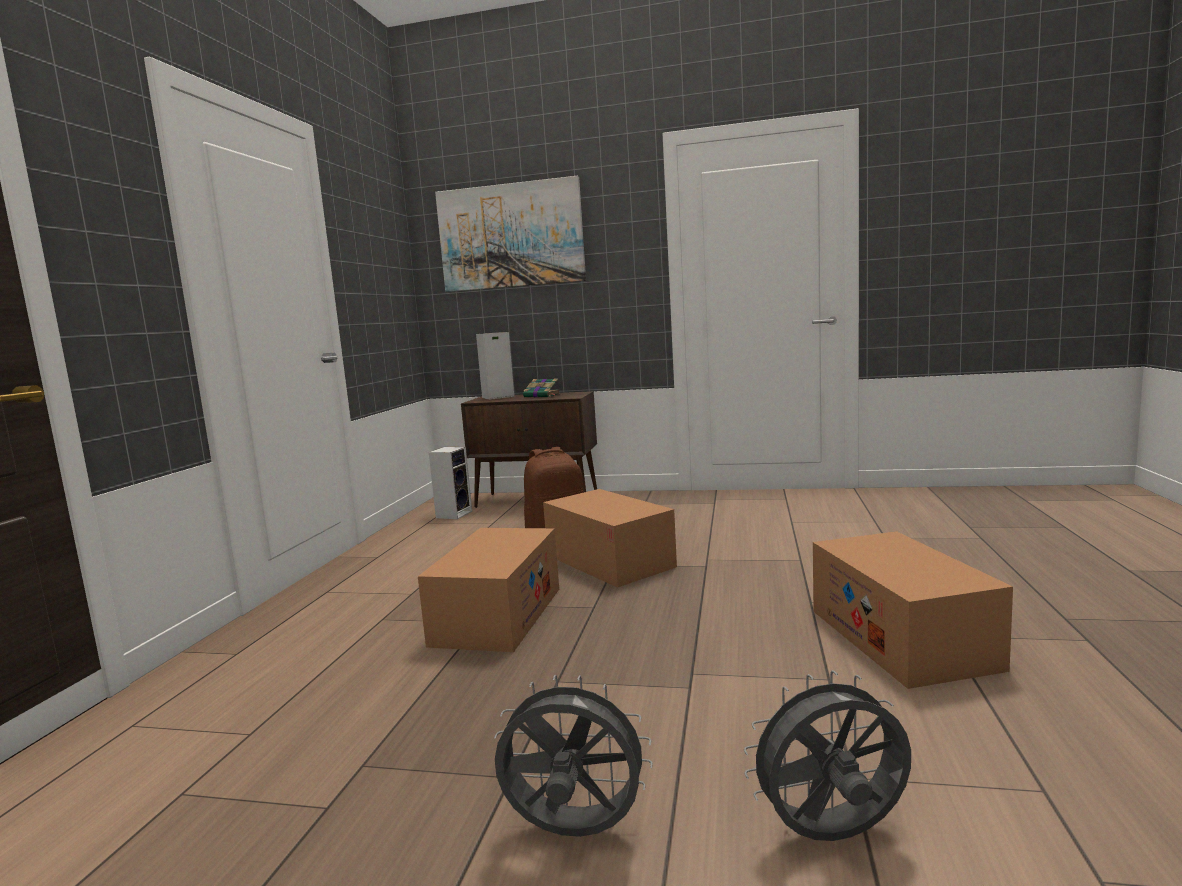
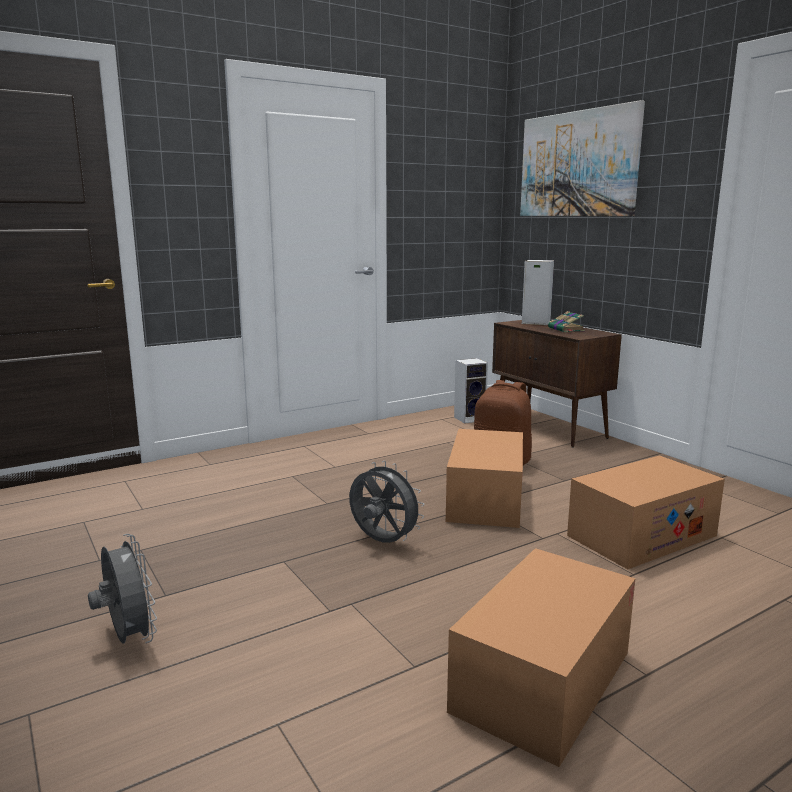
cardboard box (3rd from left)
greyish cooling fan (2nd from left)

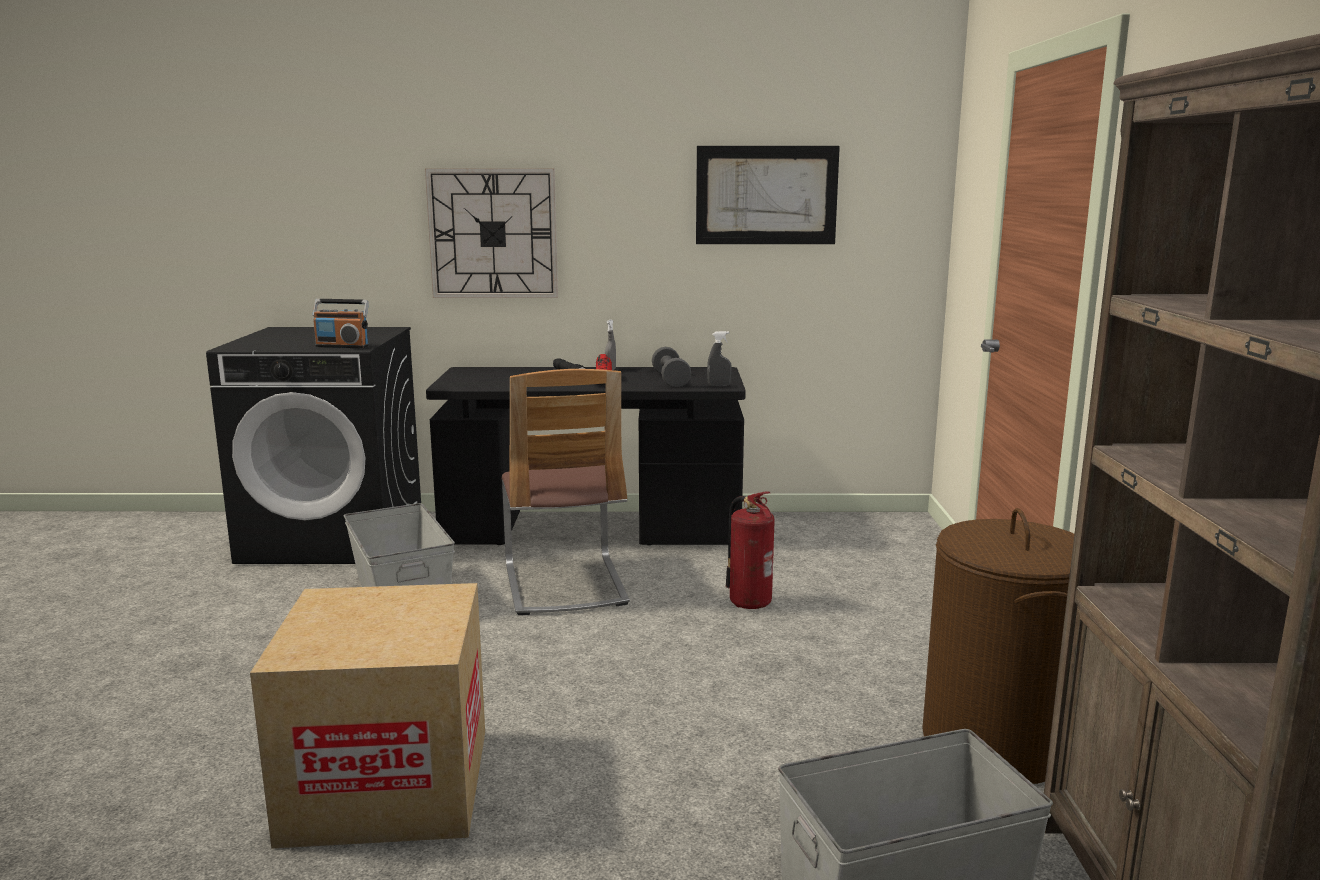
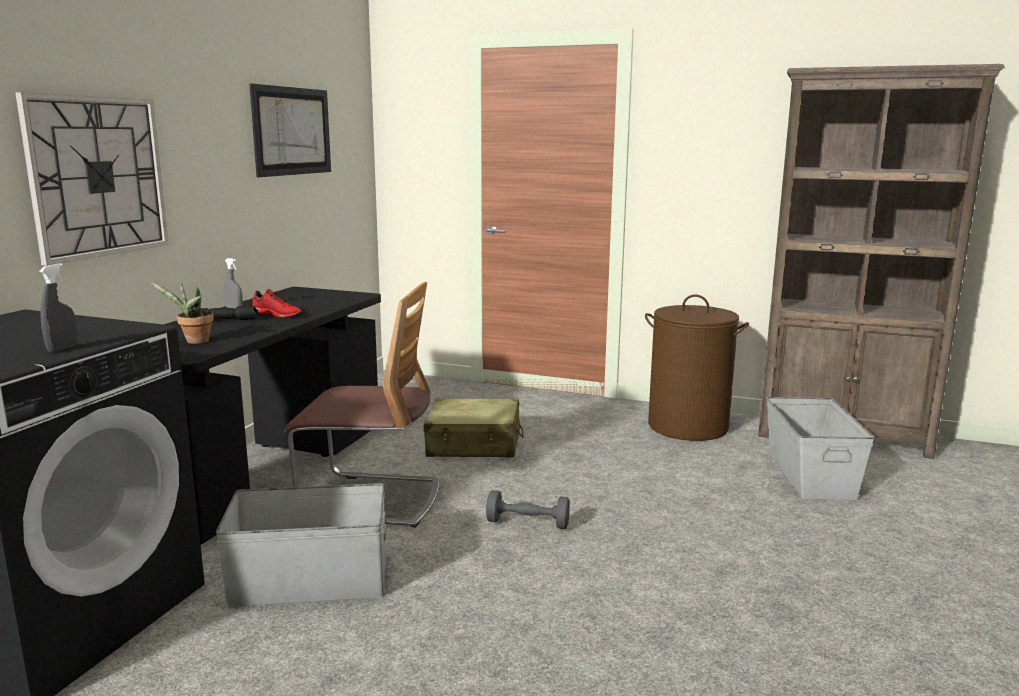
cardboard box
radio receiver
potted plant
greyish free weight
greyish spray bottle (1st from left)
beige-coloured suitcase

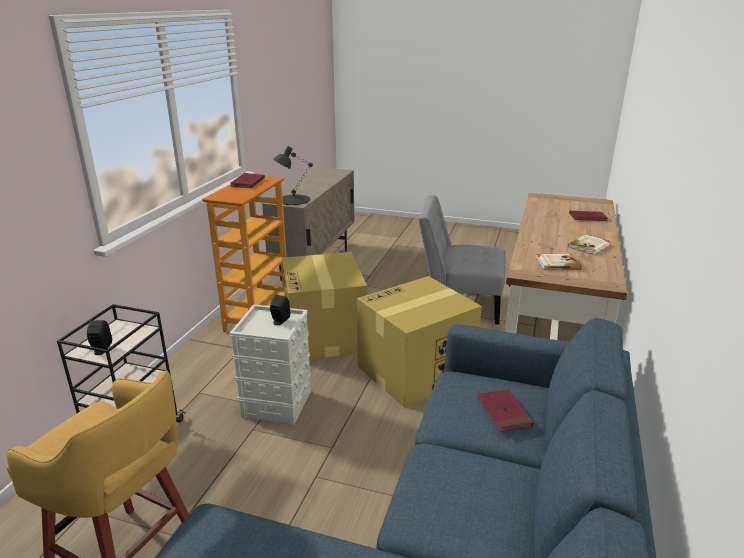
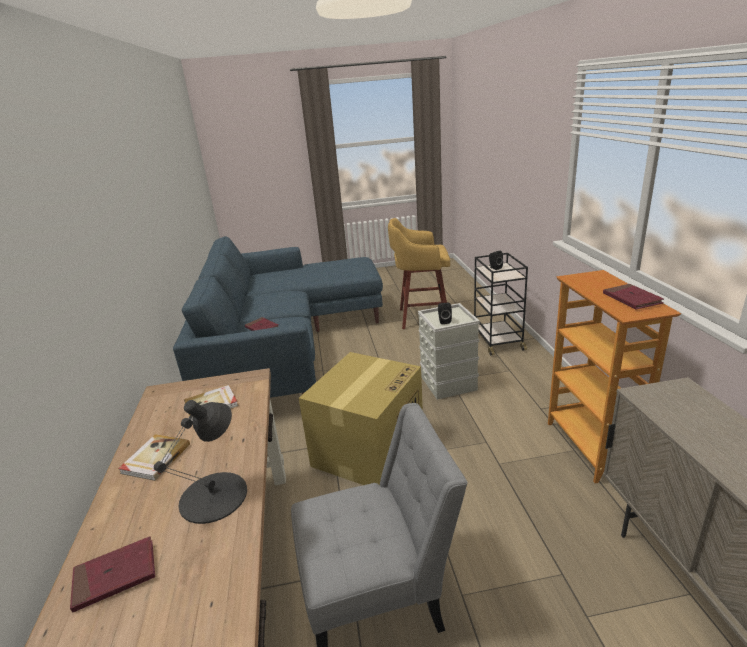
cardboard box (1st from left in the first image)
black table lamp

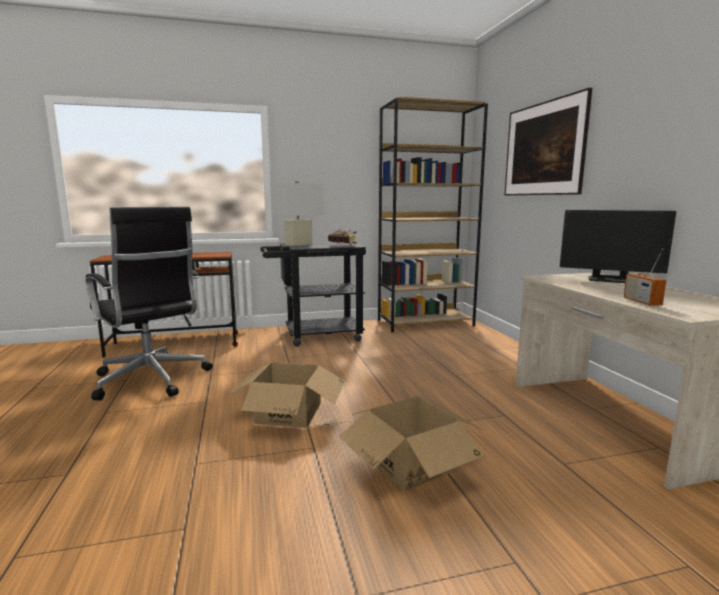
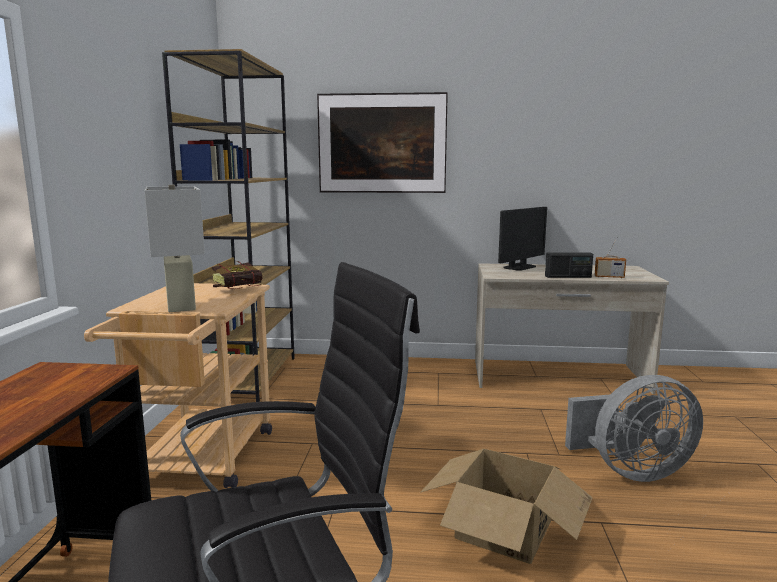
radio receiver (1st from left)
greyish cooling fan
beige-coloured trolley

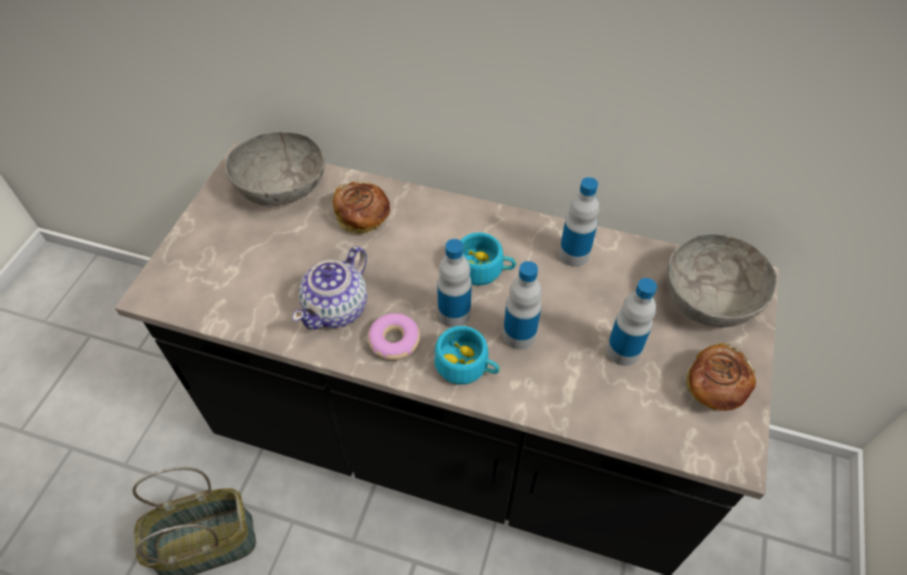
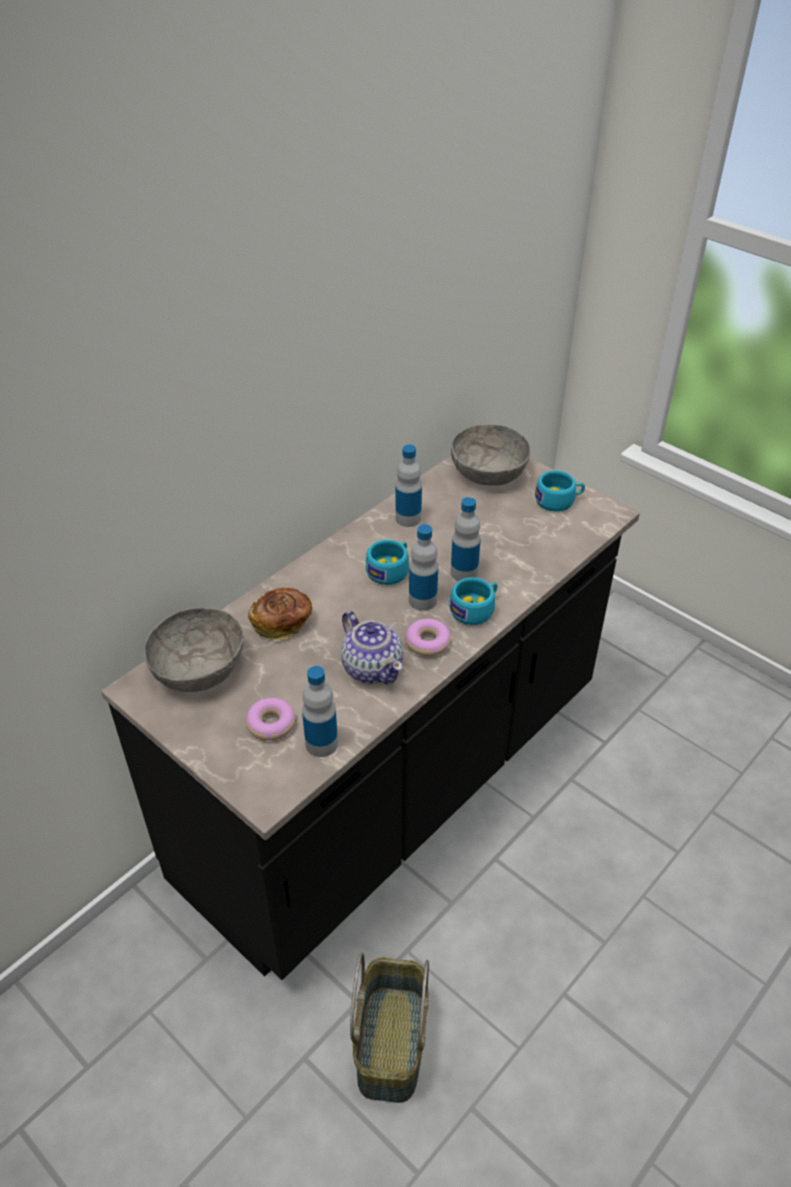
donut (1st from left)
beverage bottle (1st from left)
turquoise drinking cup (3rd from left)

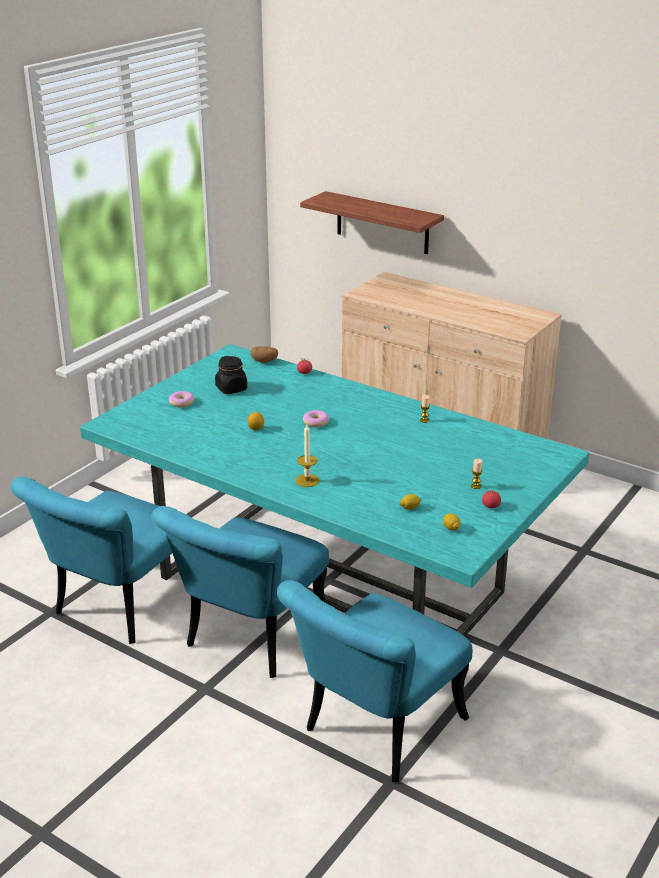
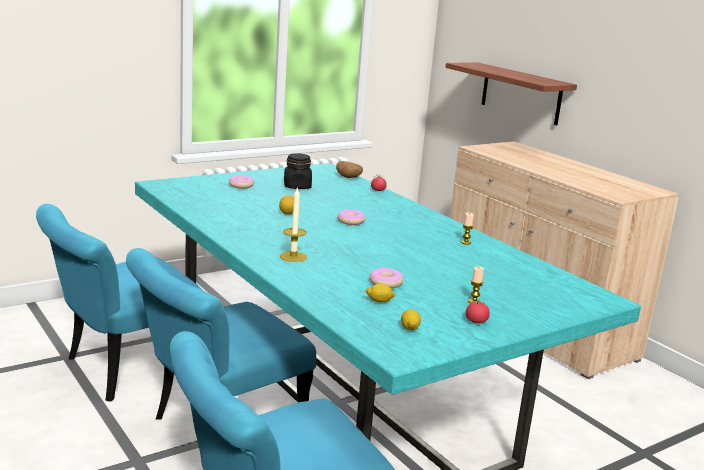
donut (3rd from left)

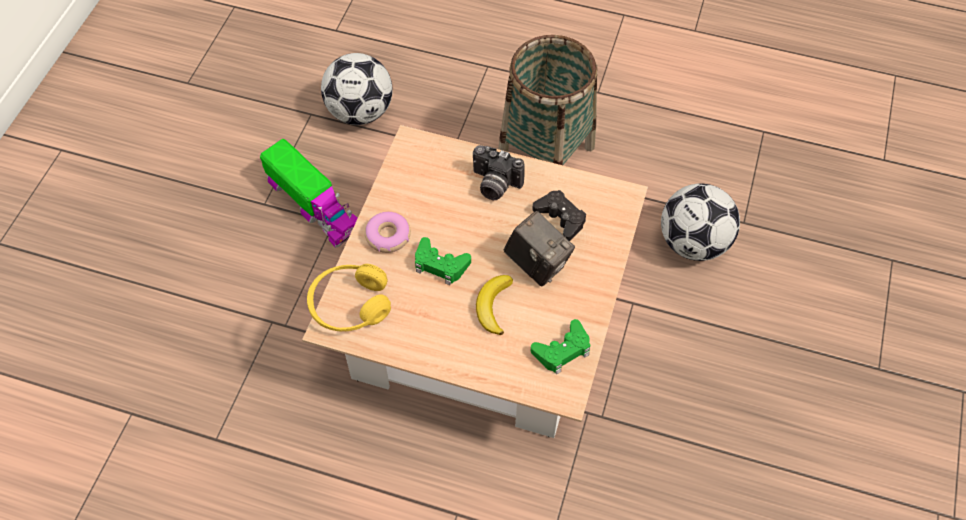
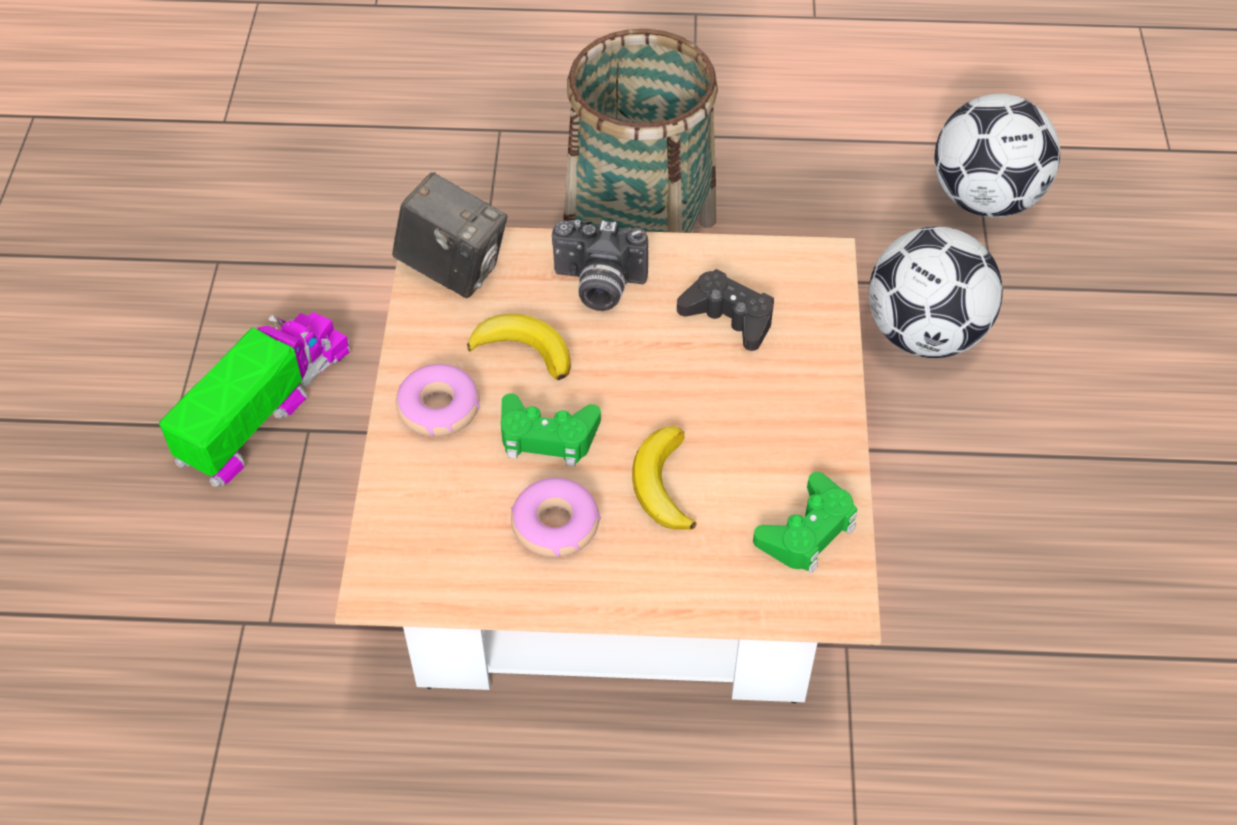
yellow-coloured headset
banana fruit (1st from left)
donut (2nd from left)
football (2nd from left)
photo camera (1st from left)
toy lorry

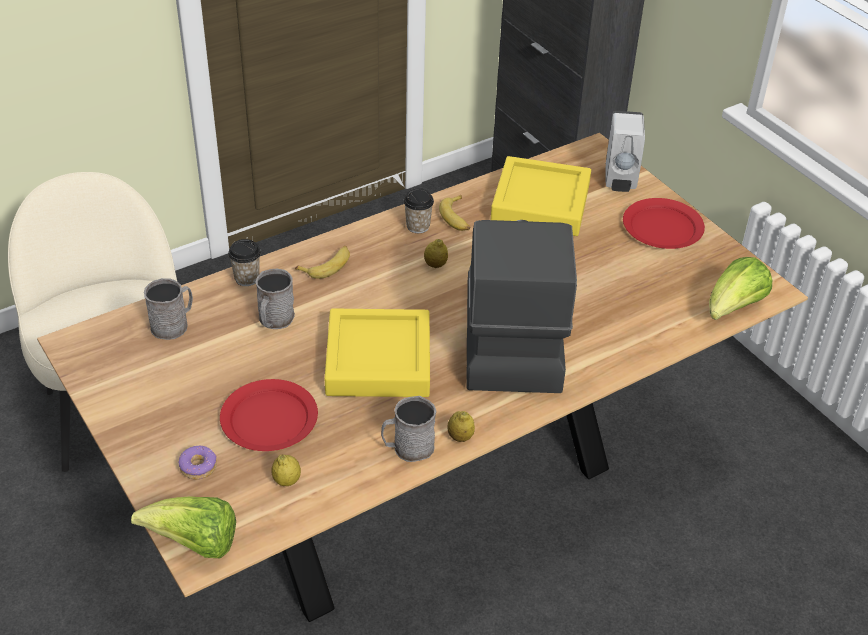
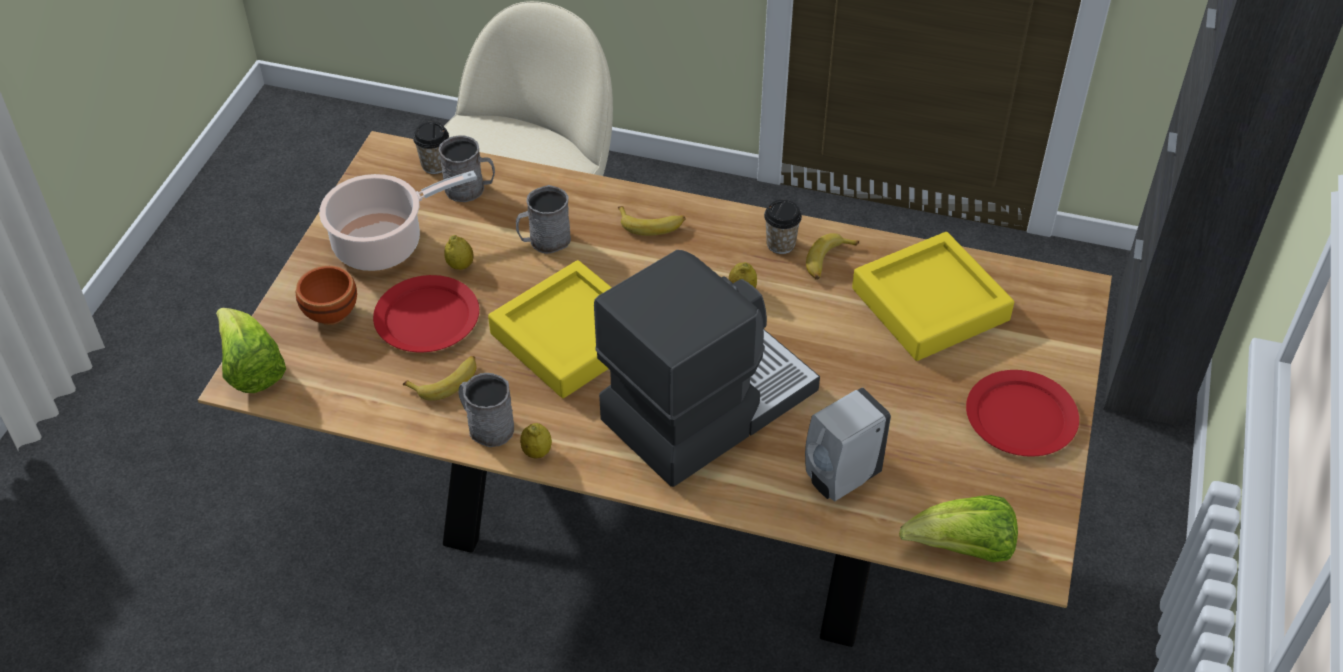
saucepot
banana fruit (1st from left)
drinking cup (1st from left)
lemon (1st from left)
white liquid soap bottle
brown serving bowl

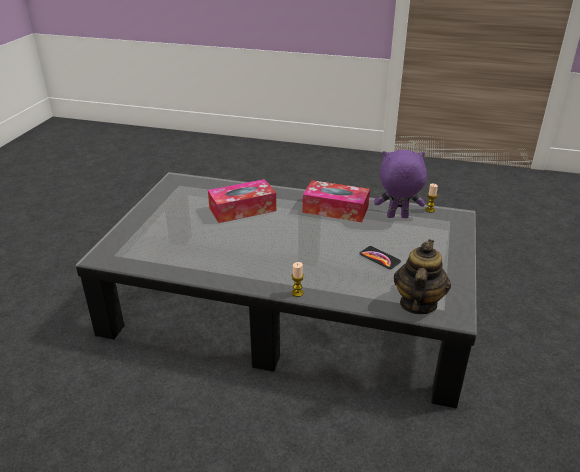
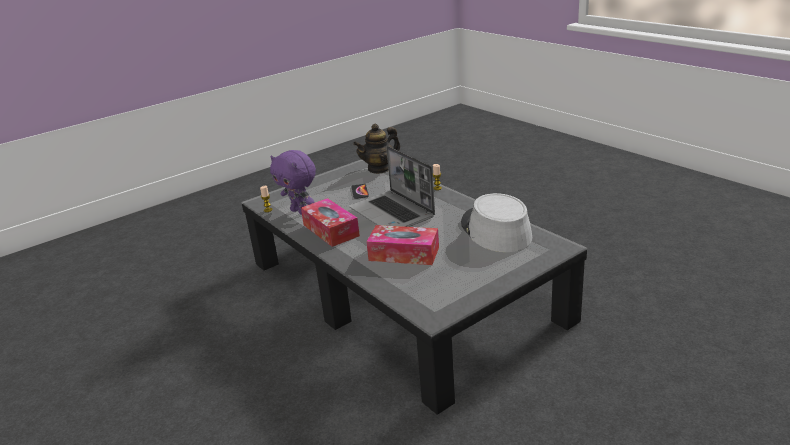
portable computer
greyish wearable hat

